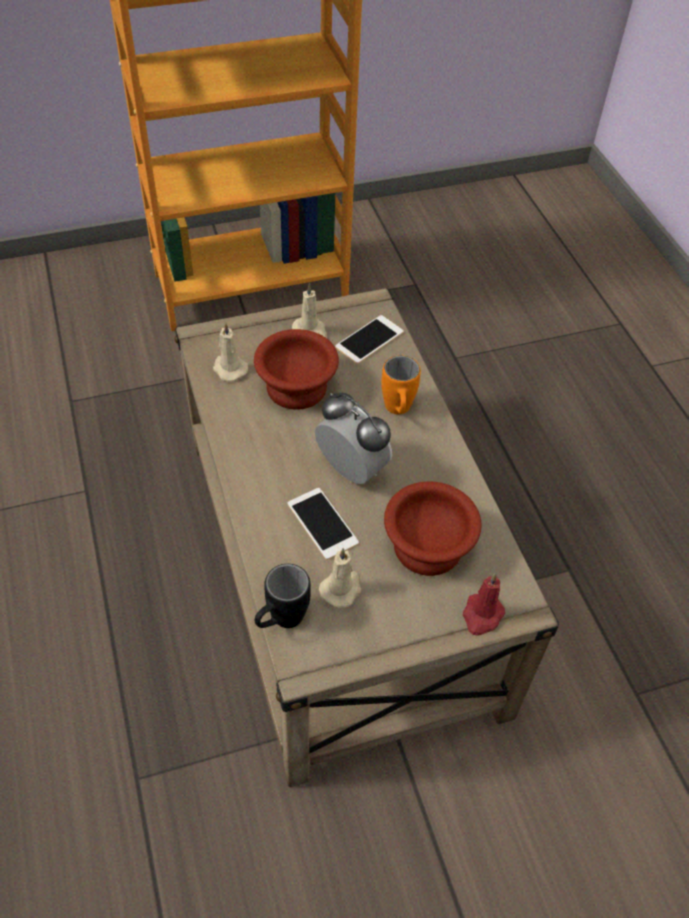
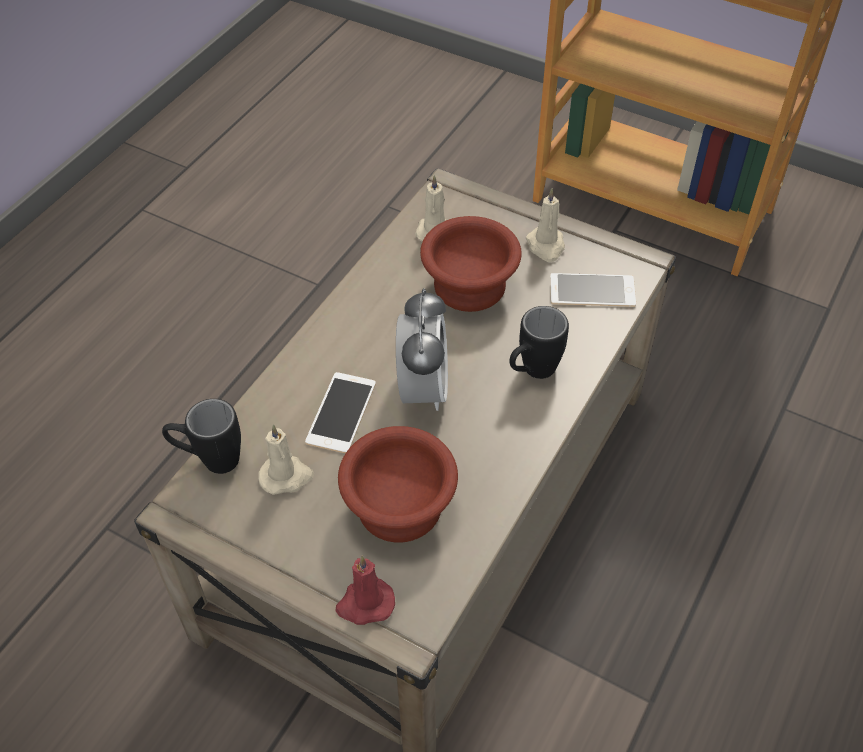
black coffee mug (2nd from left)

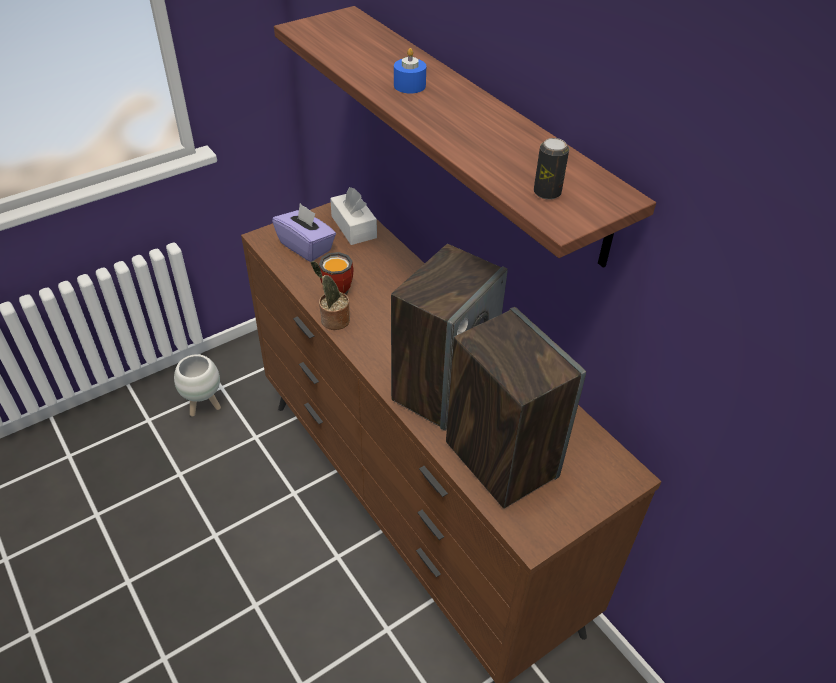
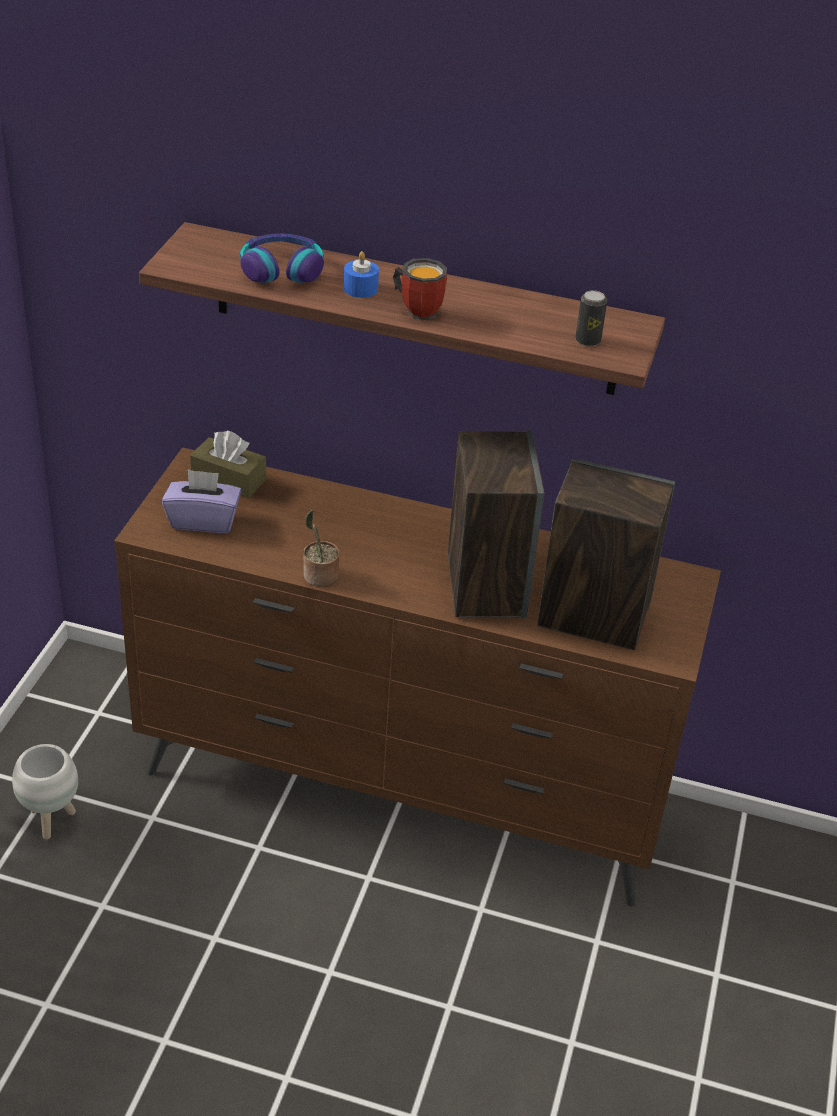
headset
coffee mug
brown tissue box

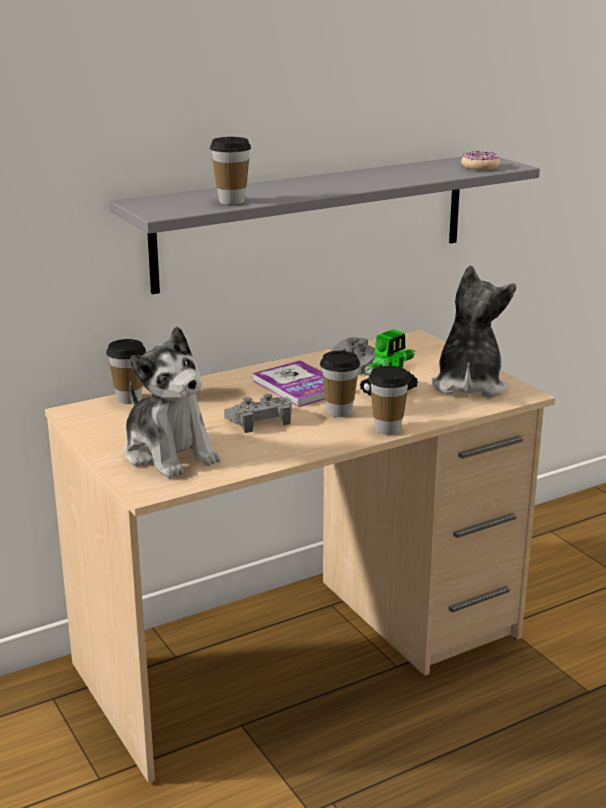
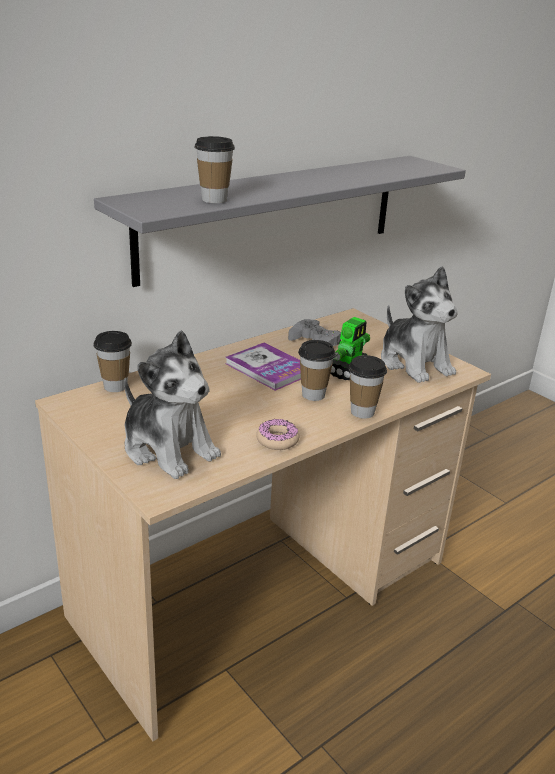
greyish gamepad (1st from left in the first image)
donut
plush toy (2nd from left)

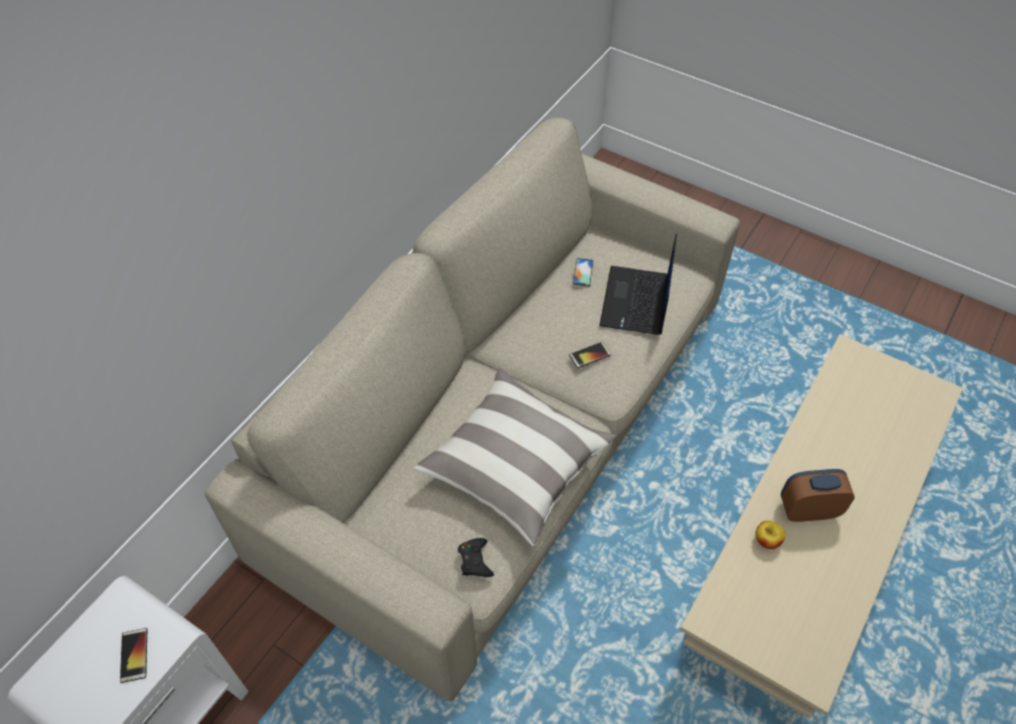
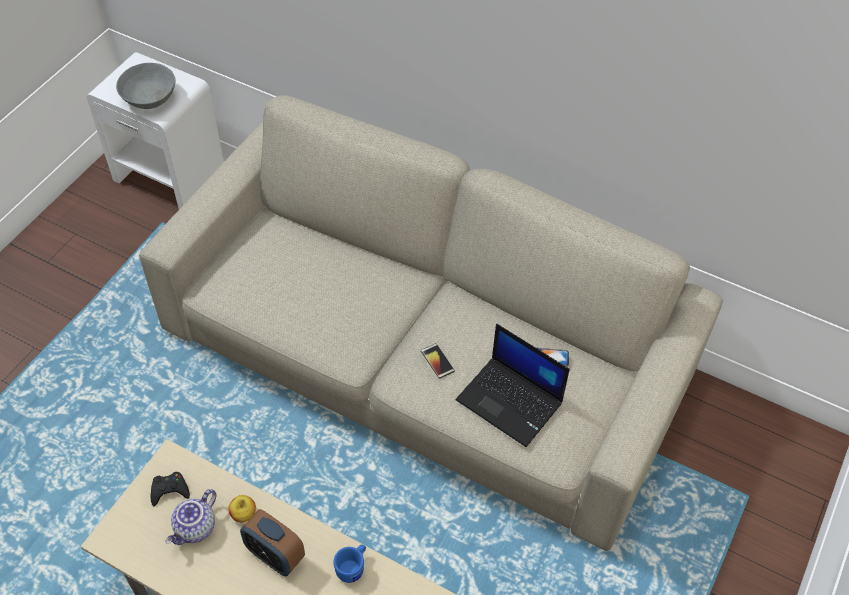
cushion
pot for tea
blue coffee mug
black gamepad
greyish serving bowl
portable computer
table clock

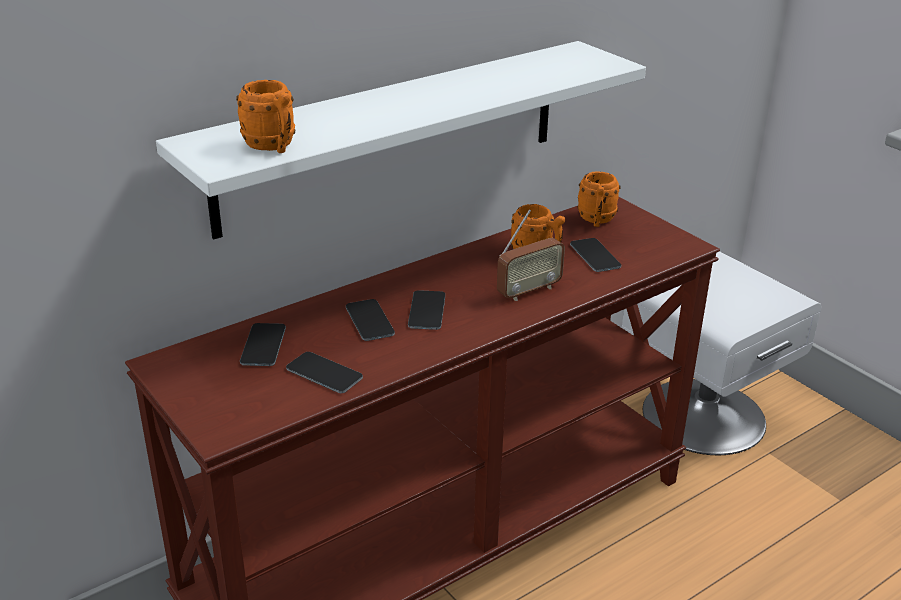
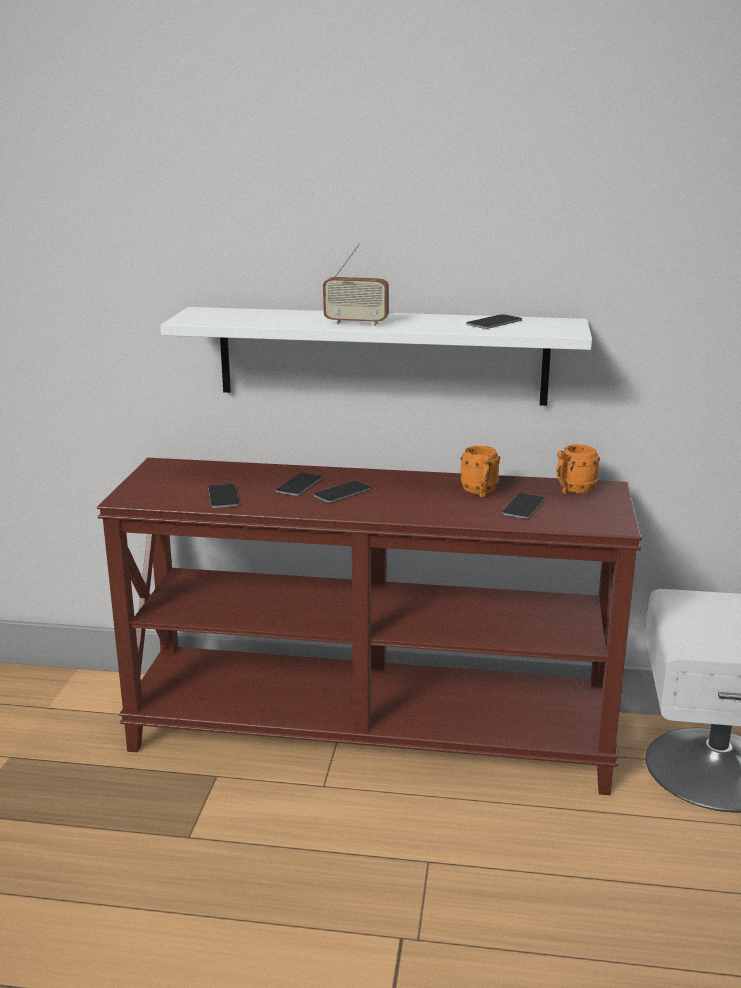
orangey coffee mug (1st from left in the first image)
telephone (4th from left)
radio receiver

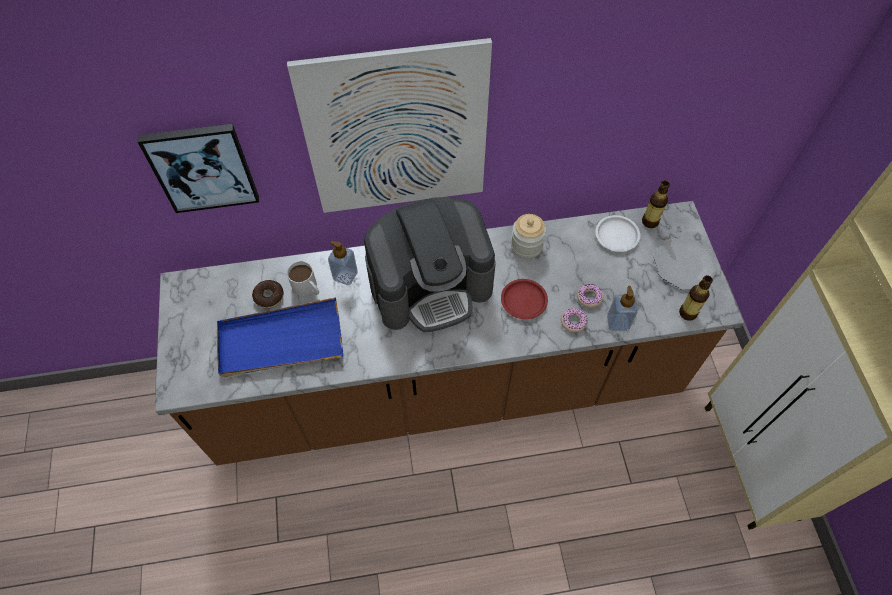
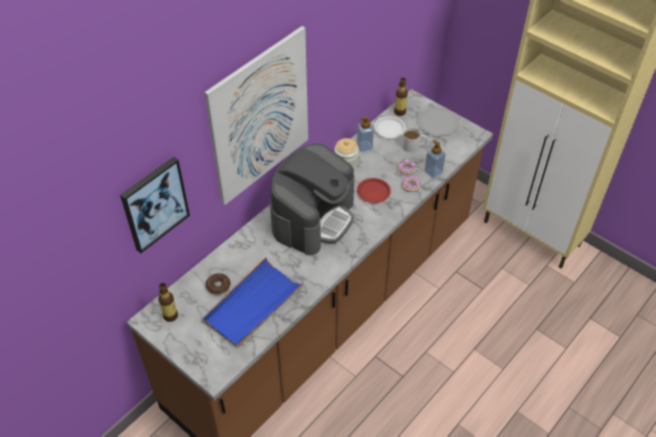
white coffee mug
liquid soap bottle (1st from left)
beverage bottle (1st from left)

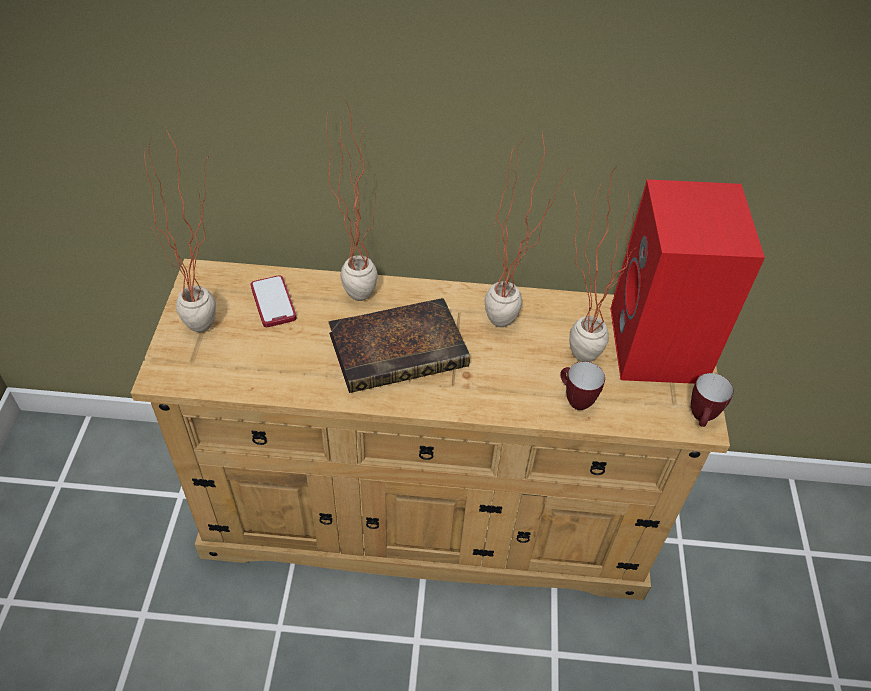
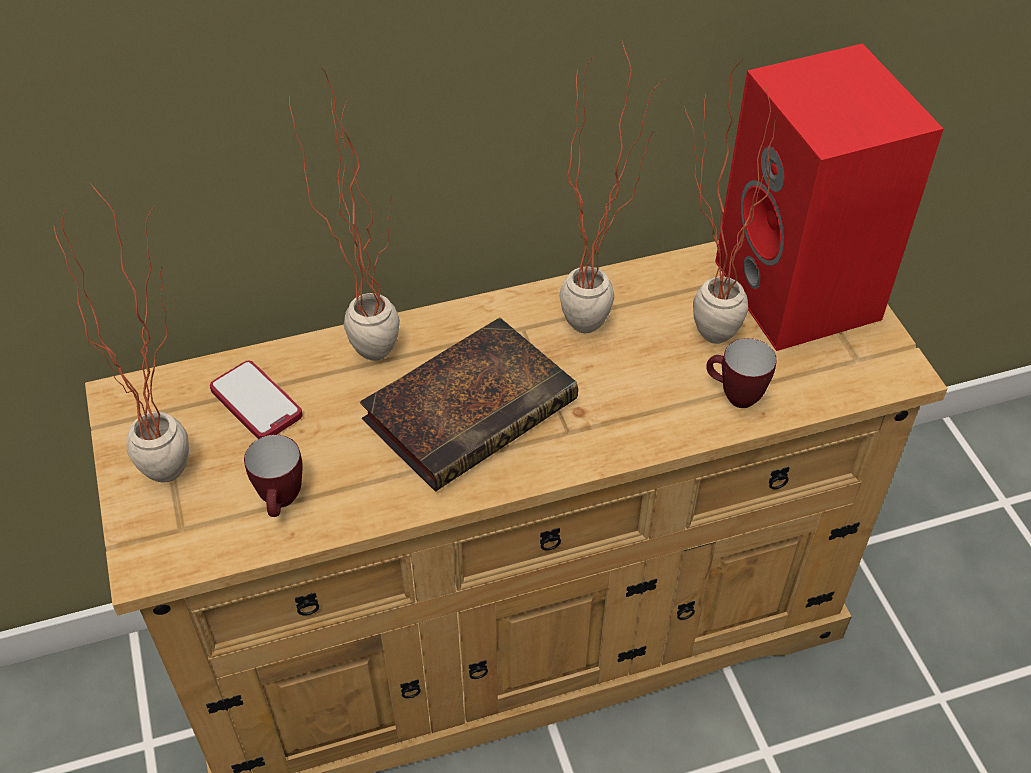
coffee mug (1st from left)

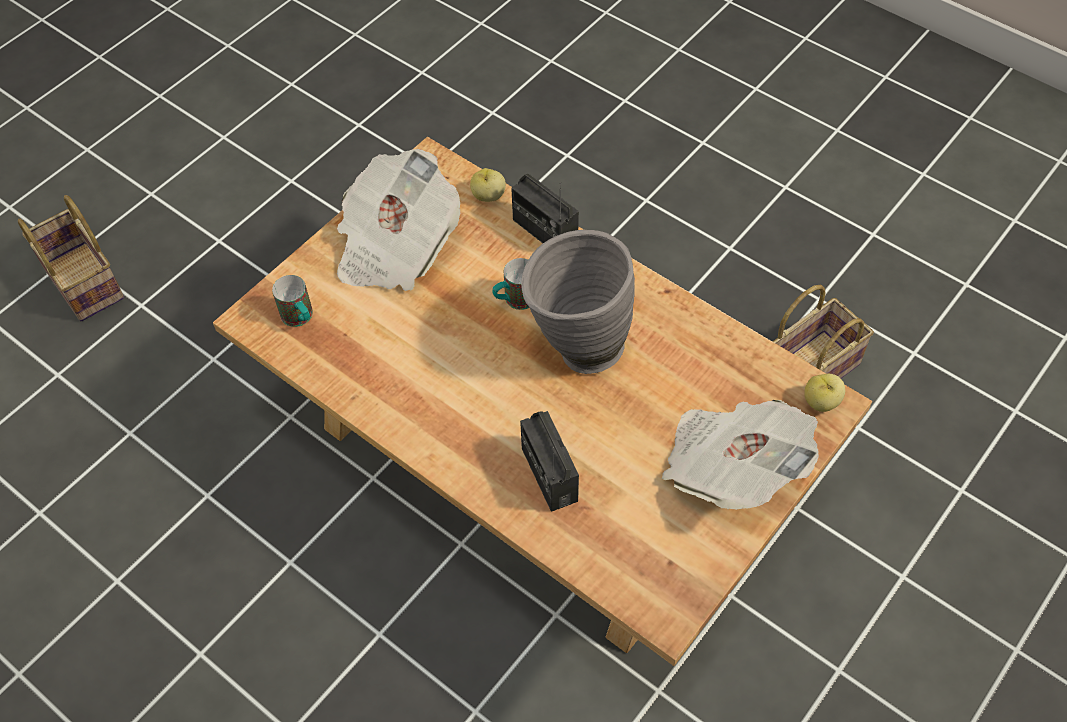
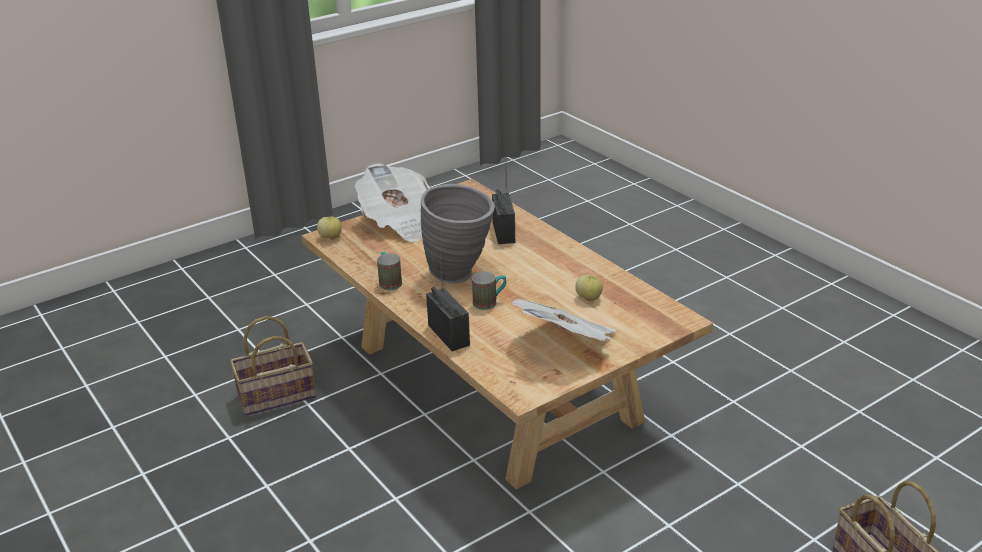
coffee mug (1st from left)
whole apple (2nd from left)

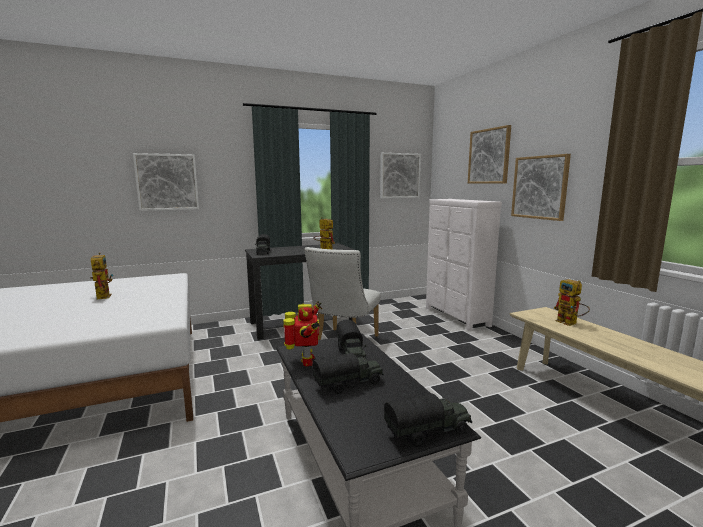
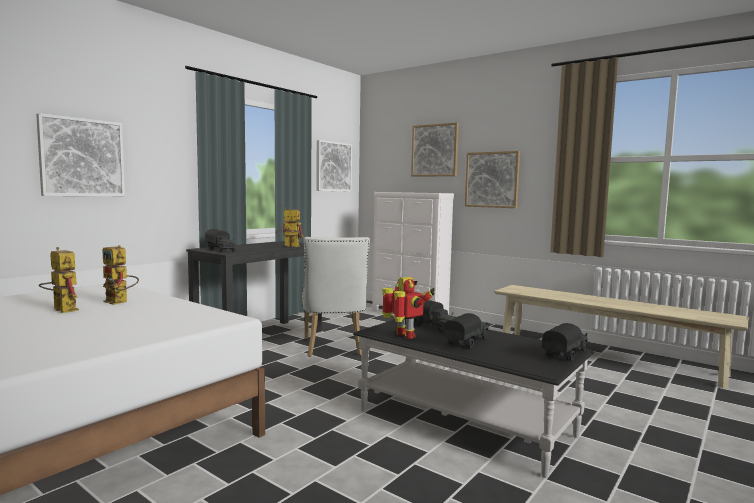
toy robot (2nd from left)

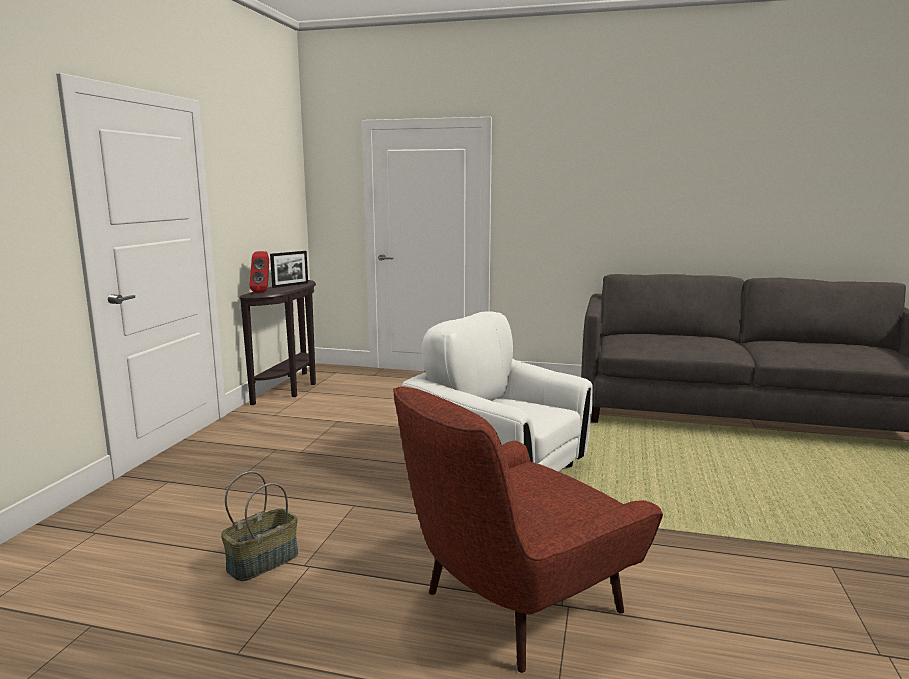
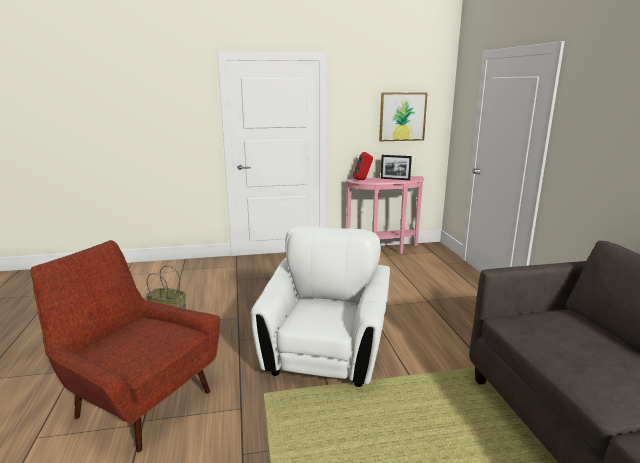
picture
pinkish hall table

